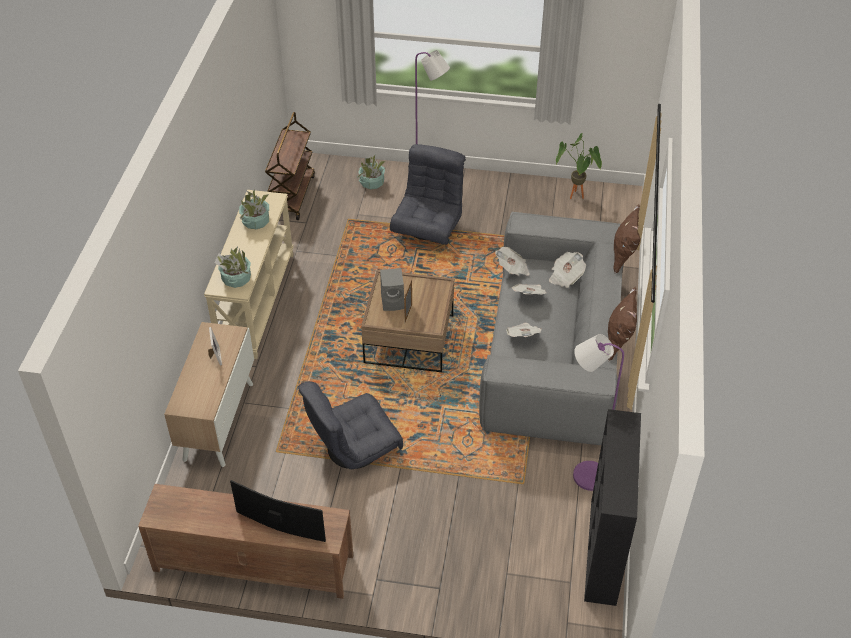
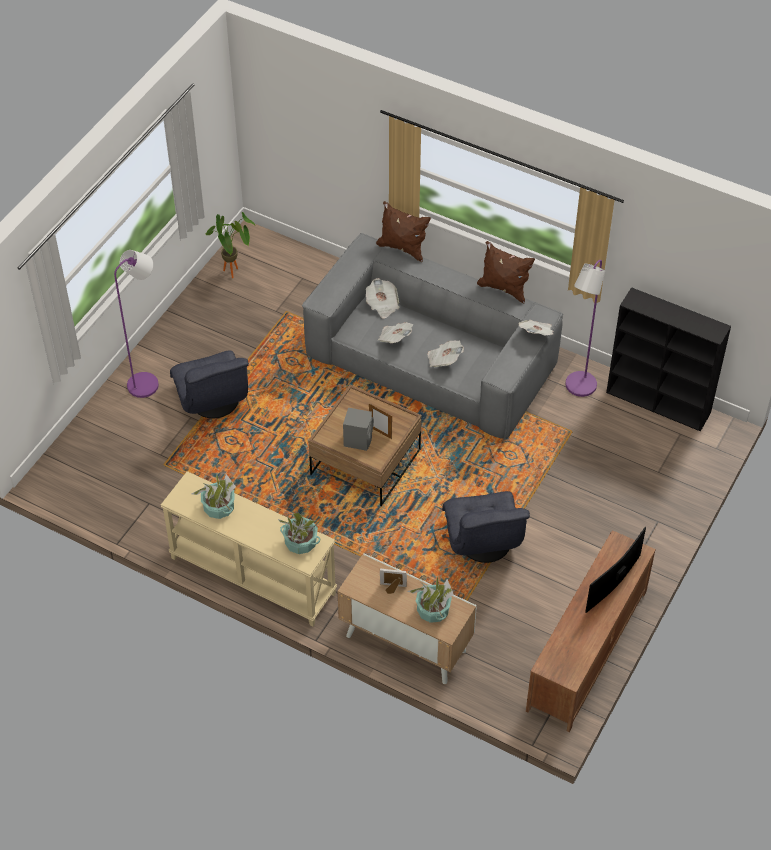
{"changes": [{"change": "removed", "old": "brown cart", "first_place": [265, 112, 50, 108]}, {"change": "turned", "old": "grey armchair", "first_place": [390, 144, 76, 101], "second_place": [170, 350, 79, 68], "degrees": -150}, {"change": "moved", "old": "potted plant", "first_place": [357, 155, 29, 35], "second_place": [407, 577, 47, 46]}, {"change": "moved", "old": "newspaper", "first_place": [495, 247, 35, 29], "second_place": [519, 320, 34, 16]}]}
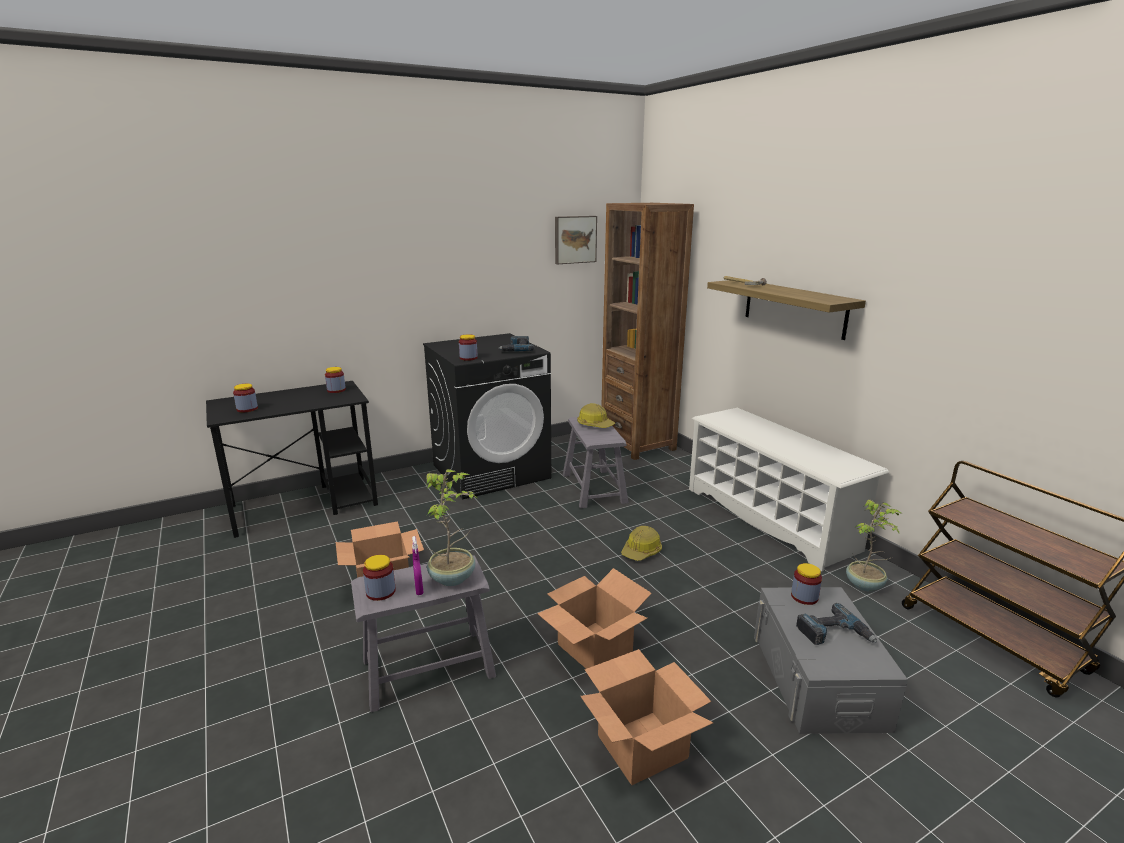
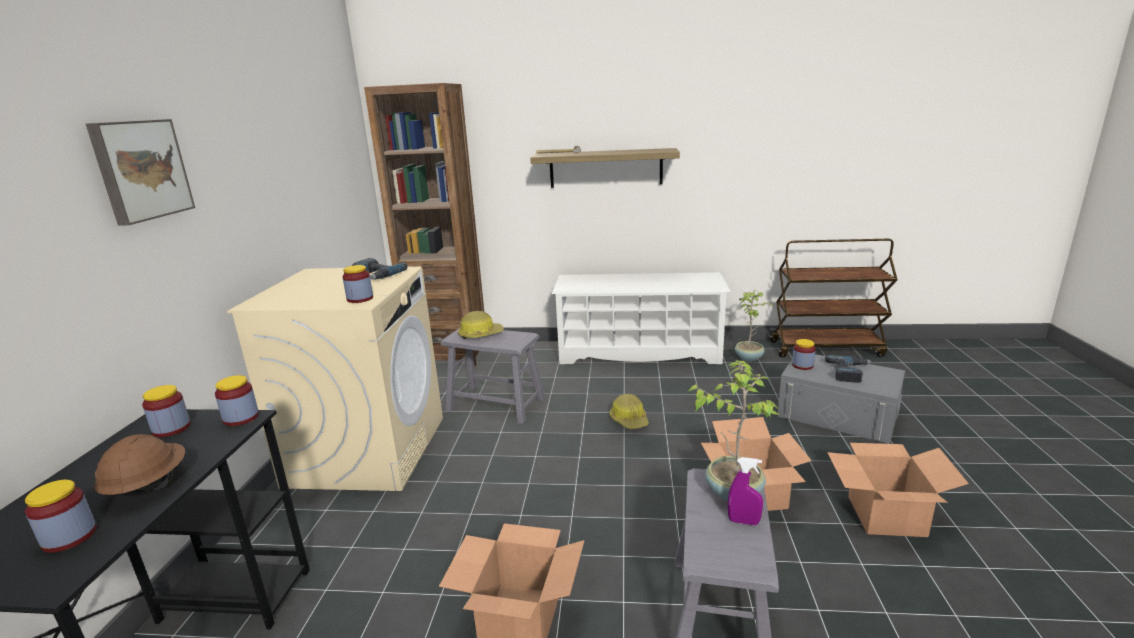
{"changes": [{"change": "moved", "old": "picture", "first_place": [555, 216, 42, 48], "second_place": [86, 119, 109, 107]}, {"change": "recoloured", "old": "black washing machine", "new": "beige washing machine", "first_place": [423, 333, 128, 166], "second_place": [227, 267, 216, 224]}, {"change": "moved", "old": "jar", "first_place": [363, 555, 33, 46], "second_place": [215, 375, 44, 51]}, {"change": "added", "new": "brown hard hat", "second_place": [94, 434, 91, 61]}]}
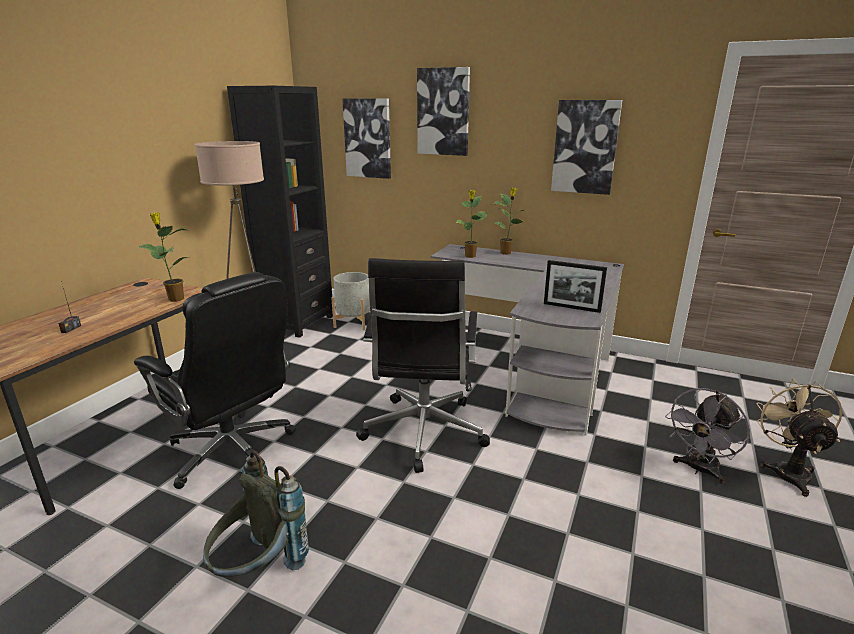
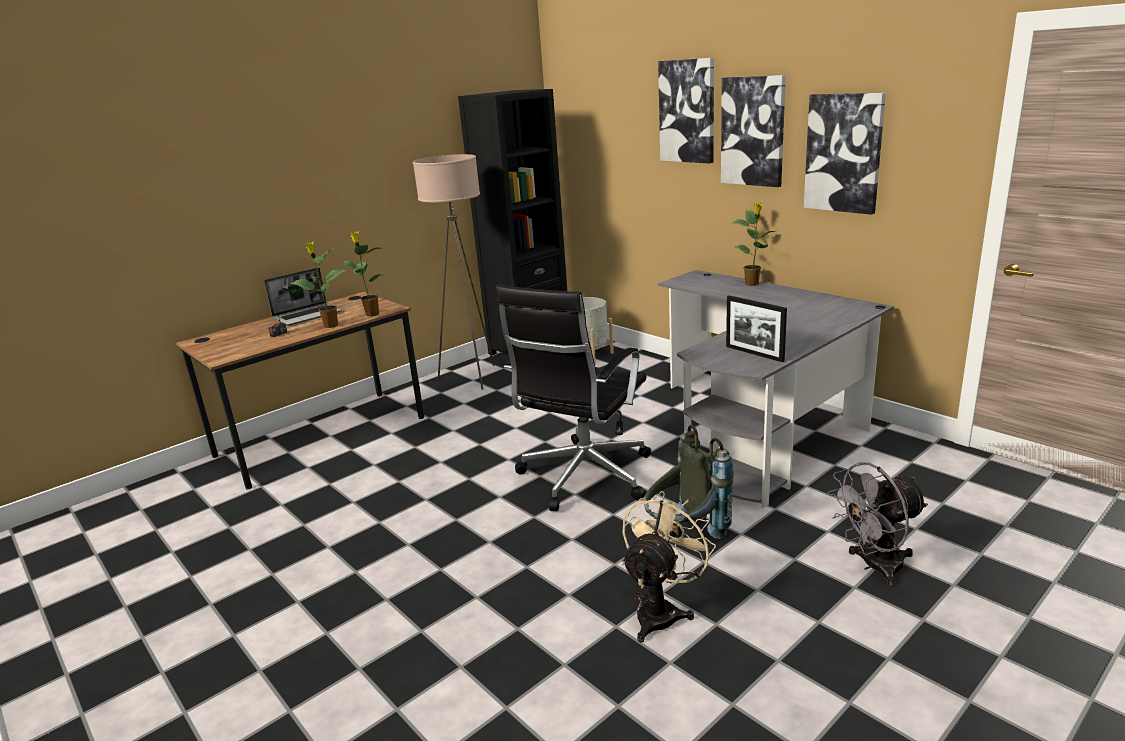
{"changes": [{"change": "moved", "old": "picture", "first_place": [342, 98, 49, 81], "second_place": [721, 75, 65, 112]}, {"change": "moved", "old": "potted plant", "first_place": [455, 190, 32, 68], "second_place": [290, 242, 57, 86]}, {"change": "removed", "old": "black office chair", "first_place": [134, 272, 162, 217]}, {"change": "moved", "old": "beige fan", "first_place": [756, 379, 87, 118], "second_place": [622, 491, 94, 152]}, {"change": "moved", "old": "grey backpack", "first_place": [203, 450, 106, 127], "second_place": [644, 425, 90, 114]}, {"change": "added", "new": "laptop", "second_place": [264, 268, 78, 58]}]}
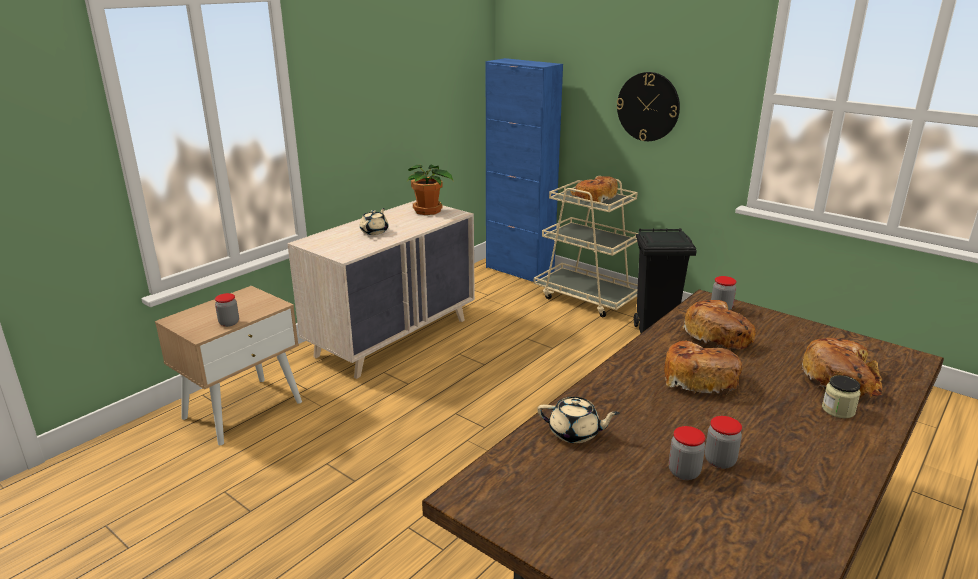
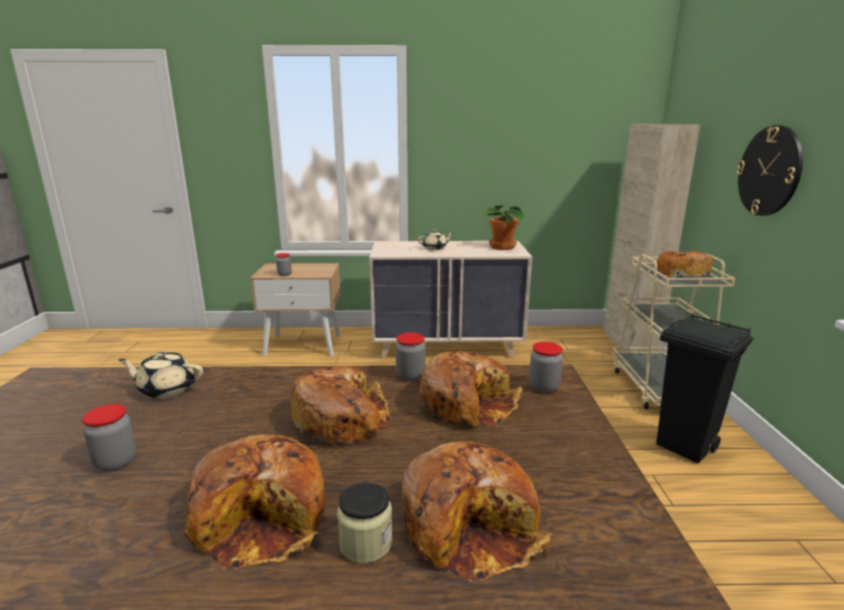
{"changes": [{"change": "recoloured", "old": "blue cabinet", "new": "beige cabinet", "first_place": [486, 58, 77, 224], "second_place": [603, 124, 98, 228]}, {"change": "turned", "old": "beige teapot", "first_place": [537, 397, 83, 46], "second_place": [118, 351, 85, 48], "degrees": 120}, {"change": "moved", "old": "jar", "first_place": [705, 416, 37, 53], "second_place": [396, 332, 29, 49]}, {"change": "added", "new": "bread", "second_place": [184, 434, 141, 135]}]}
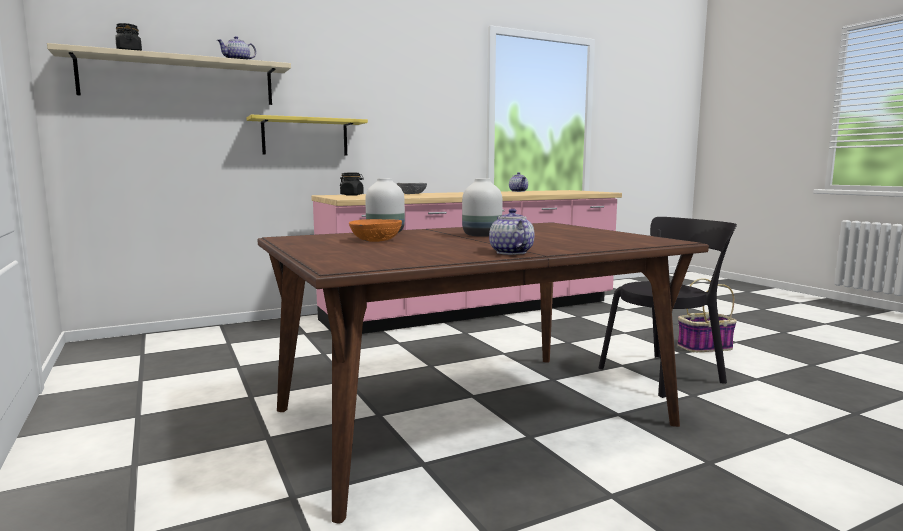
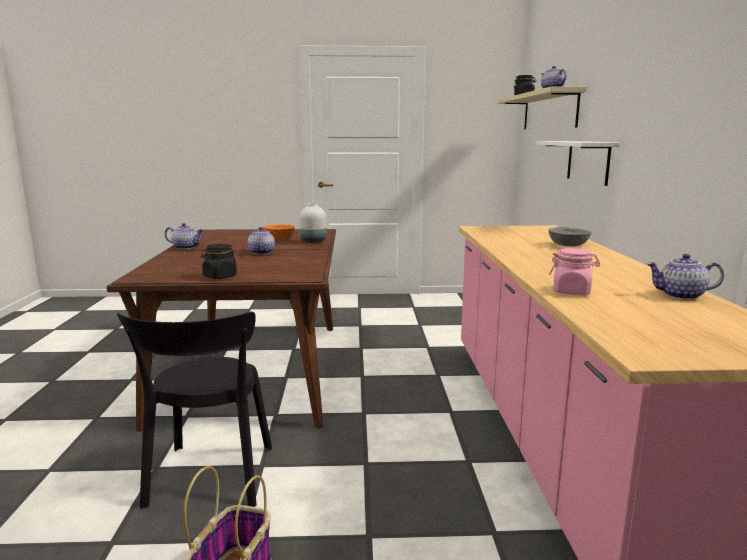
{"changes": [{"change": "recoloured", "old": "yellow shelf", "new": "white shelf", "first_place": [246, 115, 122, 40], "second_place": [536, 141, 83, 45]}, {"change": "moved", "old": "black jar", "first_place": [340, 173, 24, 23], "second_place": [201, 244, 36, 35]}, {"change": "replaced", "old": "white vase", "new": "teapot", "first_place": [462, 179, 41, 58], "second_place": [248, 227, 27, 28]}, {"change": "added", "new": "pink jar", "second_place": [549, 248, 51, 47]}]}
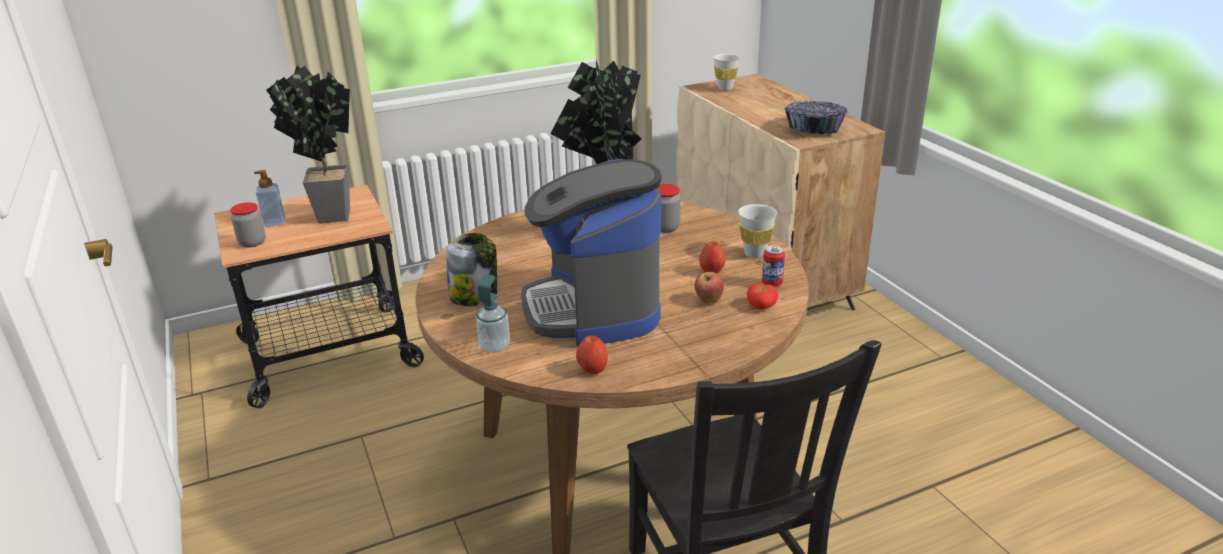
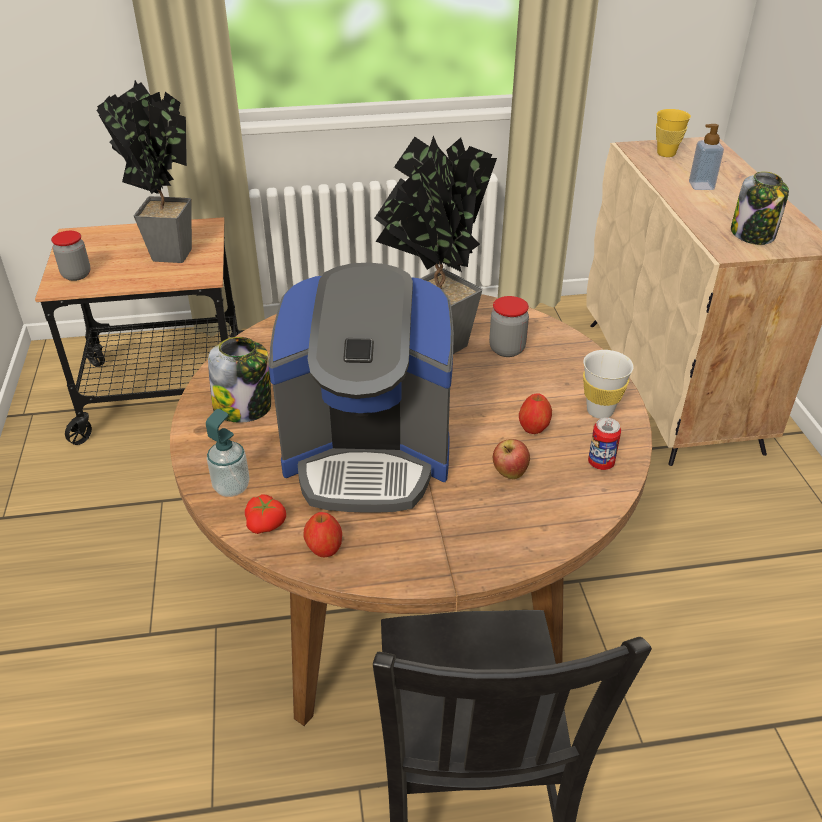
{"changes": [{"change": "recoloured", "old": "white cup", "new": "yellow cup", "first_place": [713, 54, 27, 37], "second_place": [656, 109, 35, 48]}, {"change": "replaced", "old": "bowl", "new": "jar", "first_place": [784, 101, 64, 33], "second_place": [731, 171, 58, 74]}, {"change": "turned", "old": "coffee machine", "first_place": [521, 159, 140, 188], "second_place": [269, 262, 185, 251], "degrees": -90}, {"change": "moved", "old": "soap dispenser", "first_place": [254, 170, 31, 57], "second_place": [689, 124, 35, 66]}, {"change": "moved", "old": "tomato", "first_place": [747, 283, 31, 27], "second_place": [245, 494, 41, 40]}]}
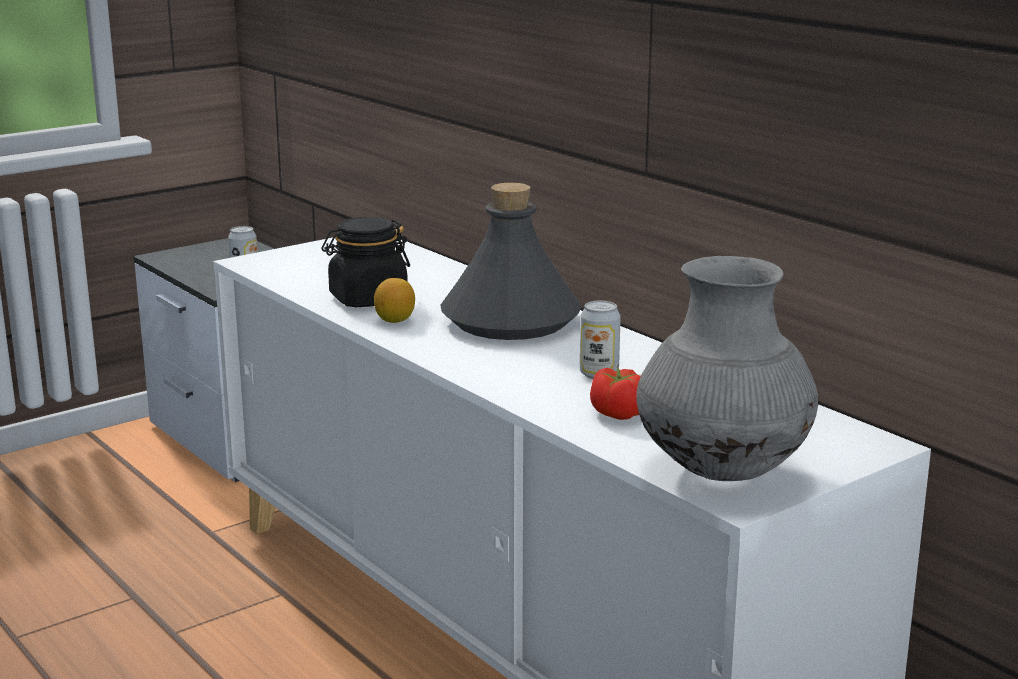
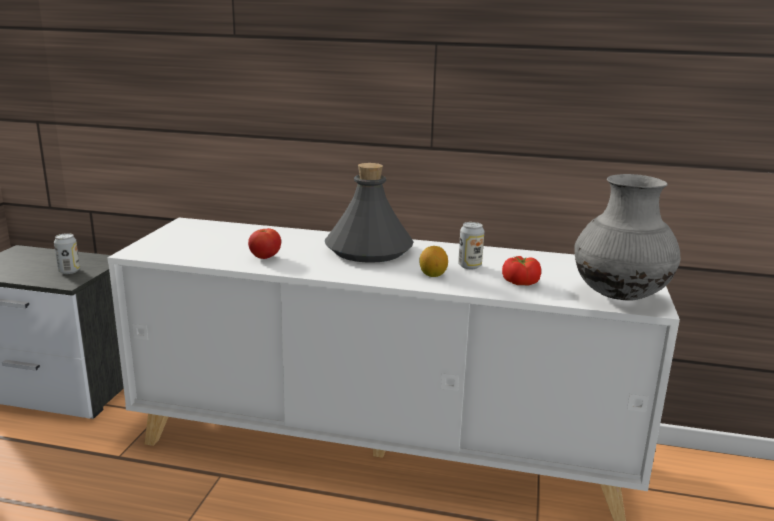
{"changes": [{"change": "replaced", "old": "black jar", "new": "tomato", "first_place": [321, 217, 89, 90], "second_place": [248, 228, 33, 31]}, {"change": "moved", "old": "lemon", "first_place": [374, 278, 41, 45], "second_place": [419, 246, 29, 31]}]}
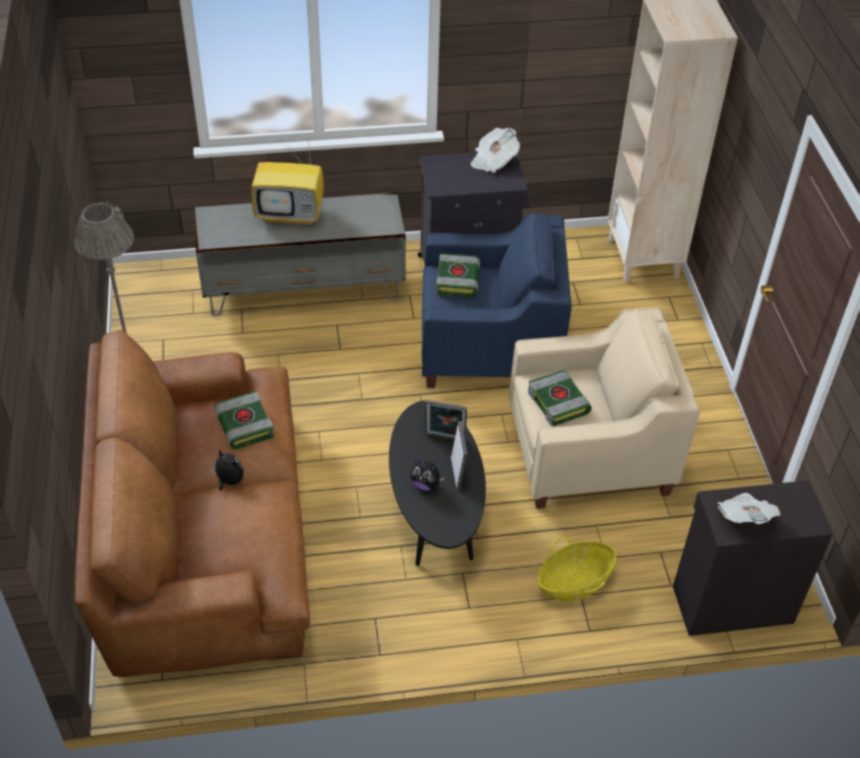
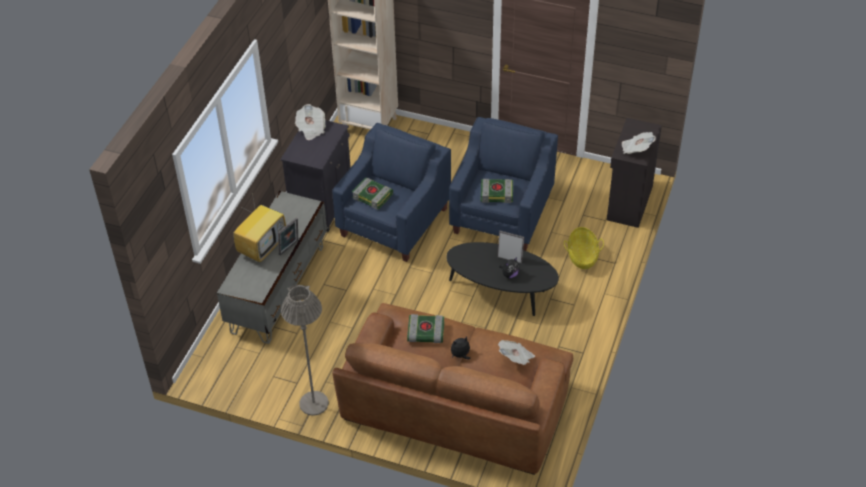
{"changes": [{"change": "recoloured", "old": "beige armchair", "new": "blue armchair", "first_place": [508, 308, 192, 201], "second_place": [449, 117, 109, 134]}, {"change": "moved", "old": "picture frame", "first_place": [425, 400, 42, 41], "second_place": [278, 218, 20, 38]}, {"change": "added", "new": "newspaper", "second_place": [498, 340, 37, 25]}]}
